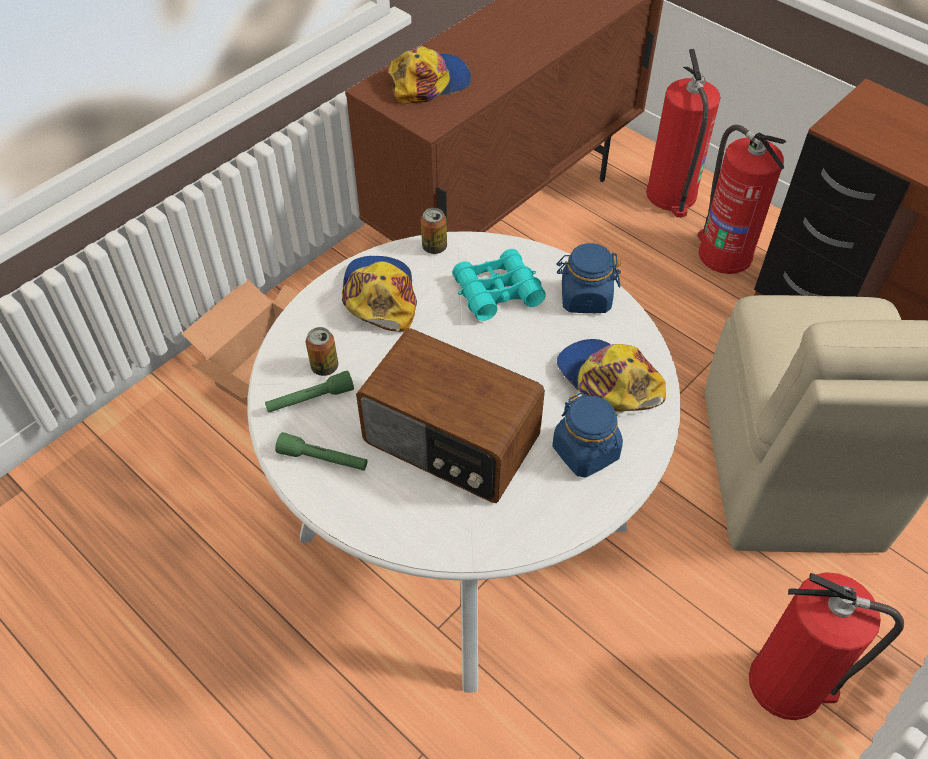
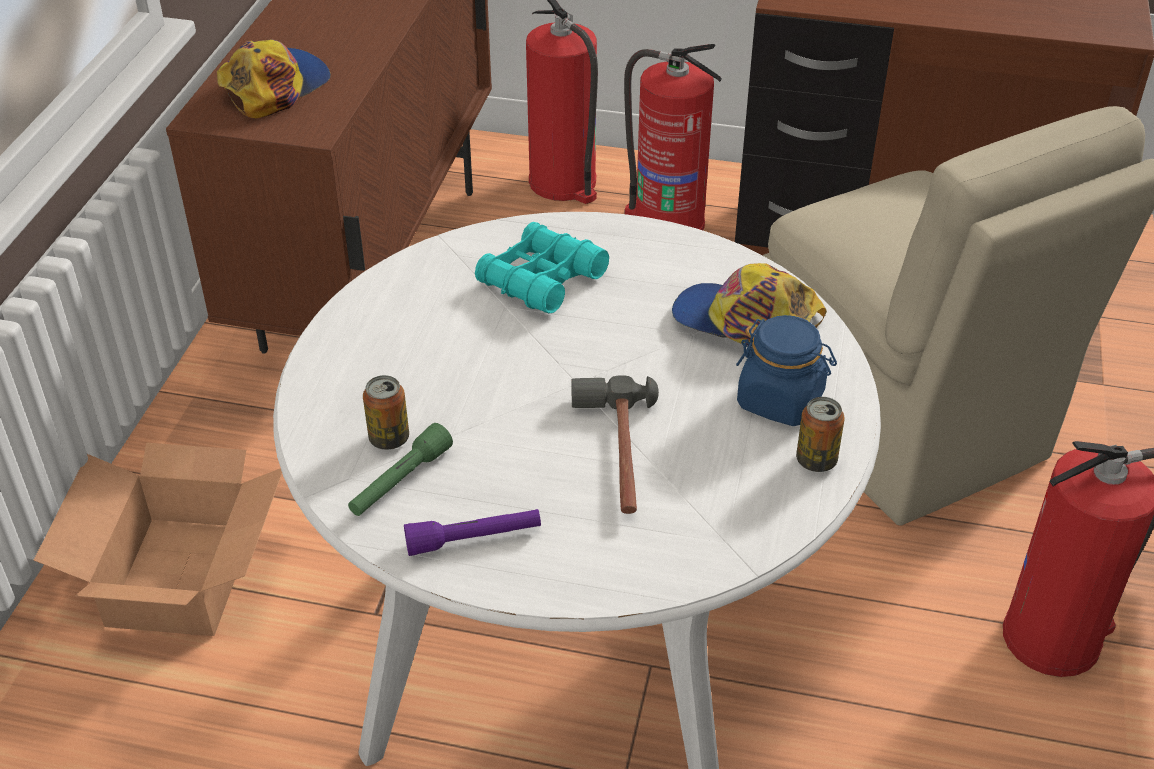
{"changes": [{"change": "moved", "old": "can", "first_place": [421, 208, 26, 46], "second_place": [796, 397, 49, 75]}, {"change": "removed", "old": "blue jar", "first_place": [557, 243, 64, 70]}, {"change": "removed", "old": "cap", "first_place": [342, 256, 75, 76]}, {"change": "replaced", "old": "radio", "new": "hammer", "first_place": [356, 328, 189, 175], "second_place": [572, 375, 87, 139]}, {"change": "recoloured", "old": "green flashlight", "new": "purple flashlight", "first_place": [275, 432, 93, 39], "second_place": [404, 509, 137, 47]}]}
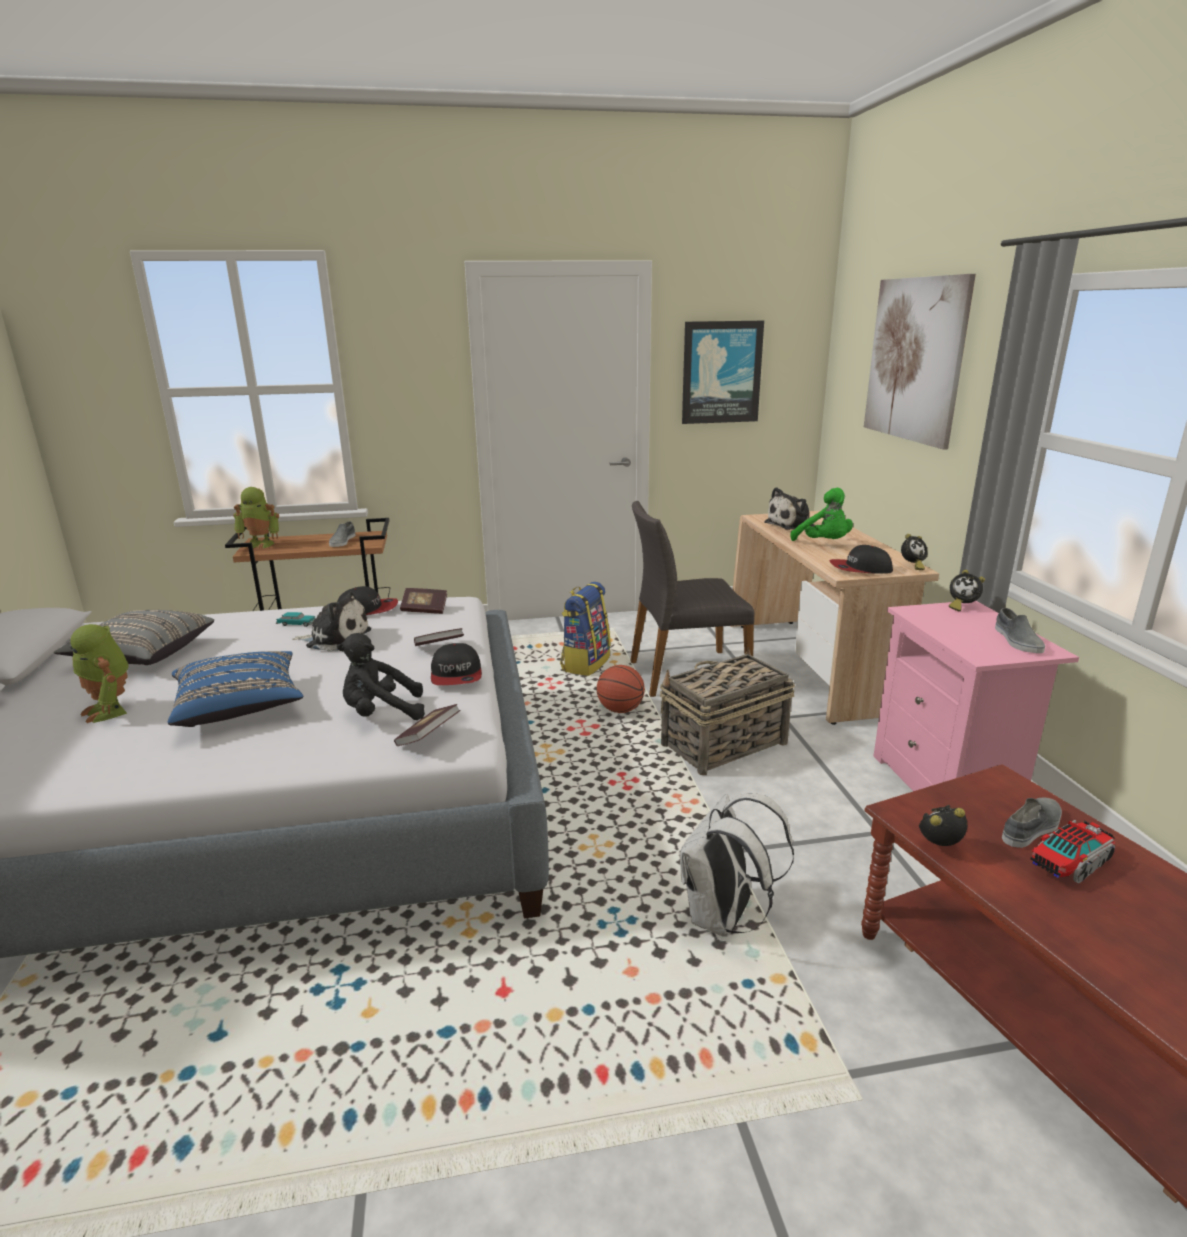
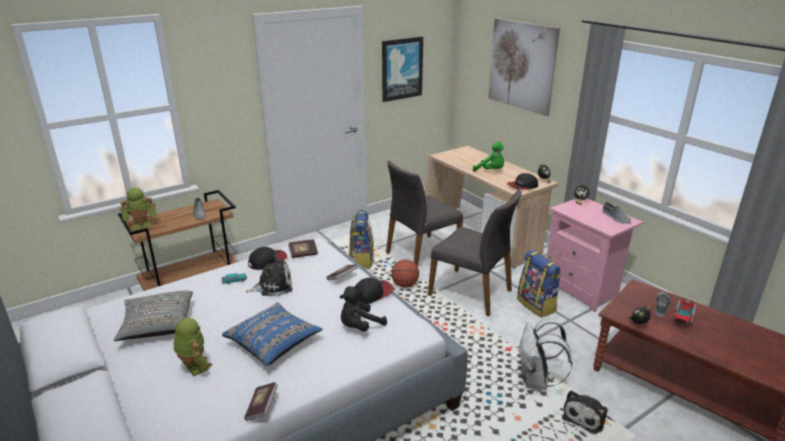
{"changes": [{"change": "moved", "old": "plush toy", "first_place": [764, 487, 51, 43], "second_place": [562, 390, 46, 44]}, {"change": "turned", "old": "toy robot", "first_place": [70, 624, 58, 99], "second_place": [174, 318, 38, 59], "degrees": -150}, {"change": "turned", "old": "cap", "first_place": [431, 643, 51, 42], "second_place": [354, 278, 40, 26], "degrees": -90}, {"change": "replaced", "old": "basket", "new": "grey chair", "first_place": [660, 647, 135, 128], "second_place": [428, 189, 94, 127]}, {"change": "moved", "old": "book", "first_place": [394, 704, 66, 42], "second_place": [244, 382, 34, 39]}, {"change": "added", "new": "backpack", "second_place": [517, 250, 44, 67]}]}
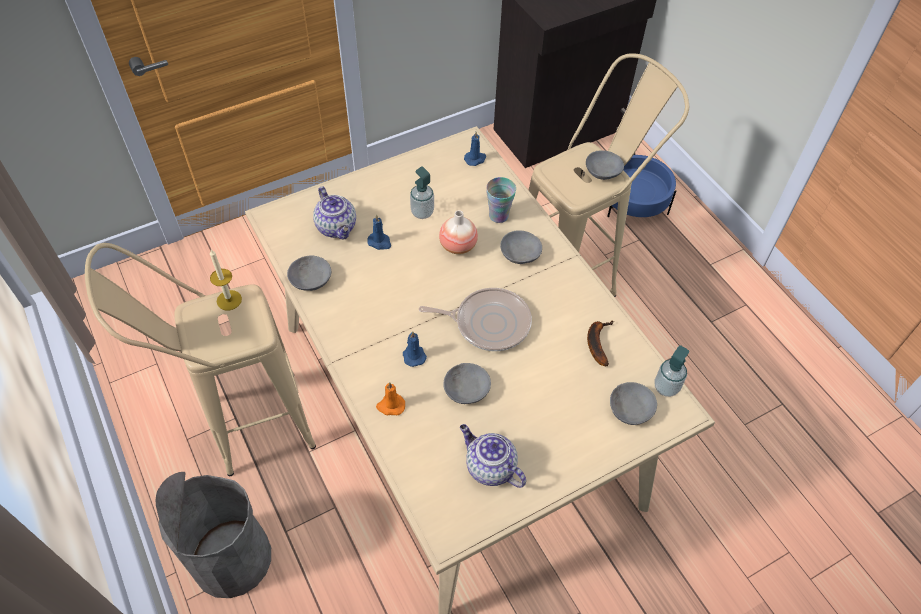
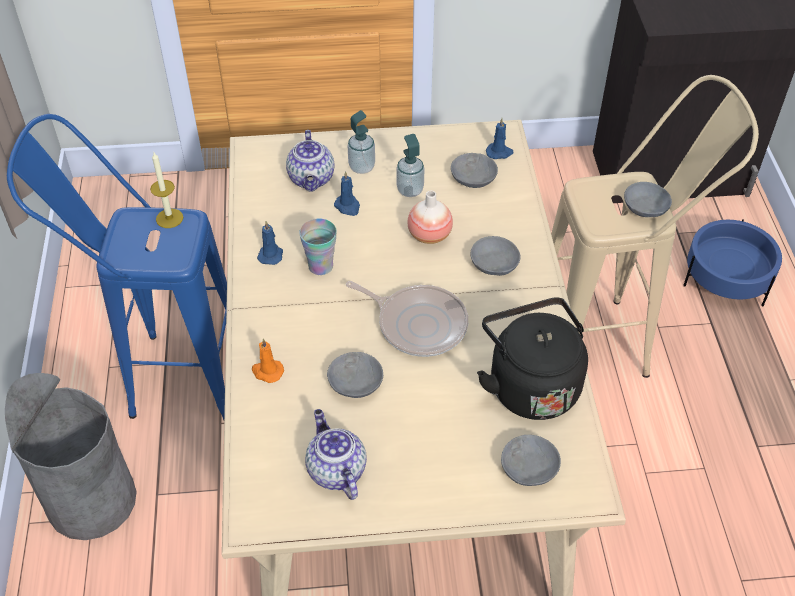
{"changes": [{"change": "moved", "old": "cup", "first_place": [486, 177, 30, 46], "second_place": [299, 218, 38, 57]}, {"change": "recoloured", "old": "beige stool", "new": "blue stool", "first_place": [85, 243, 231, 233], "second_place": [7, 114, 220, 306]}, {"change": "moved", "old": "grey bowl", "first_place": [287, 255, 44, 36], "second_place": [451, 153, 47, 35]}, {"change": "replaced", "old": "banana", "new": "black kettle", "first_place": [587, 321, 26, 45], "second_place": [477, 297, 111, 123]}, {"change": "moved", "old": "blue candle", "first_place": [403, 332, 24, 35], "second_place": [257, 221, 26, 44]}, {"change": "moved", "old": "soap dispenser", "first_place": [654, 345, 35, 52], "second_place": [348, 110, 27, 64]}]}
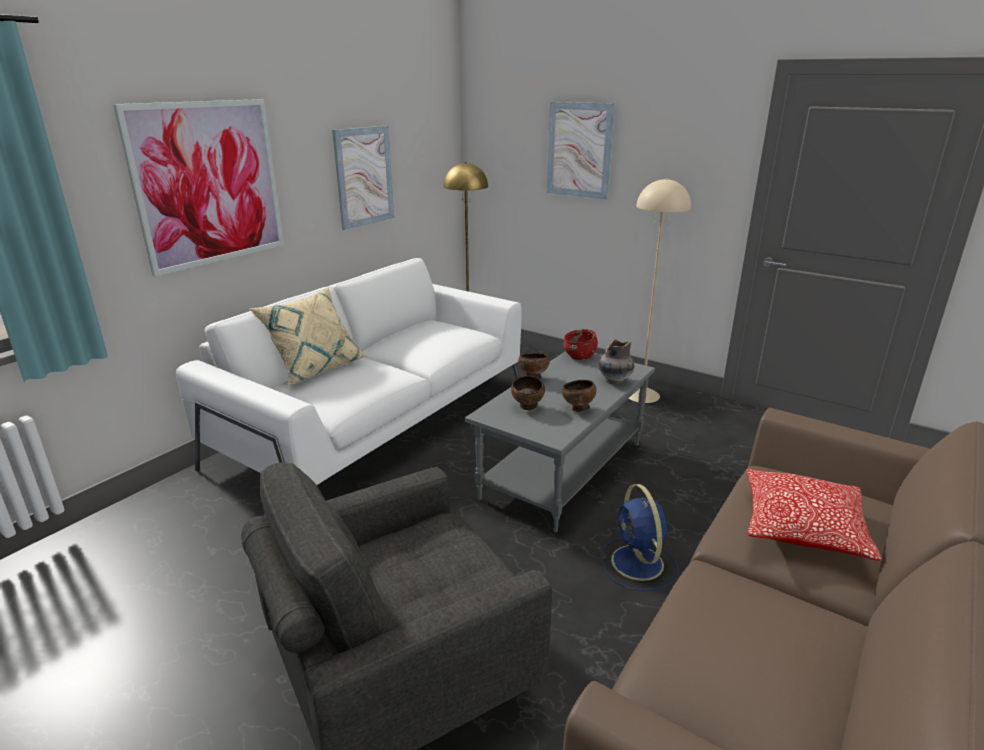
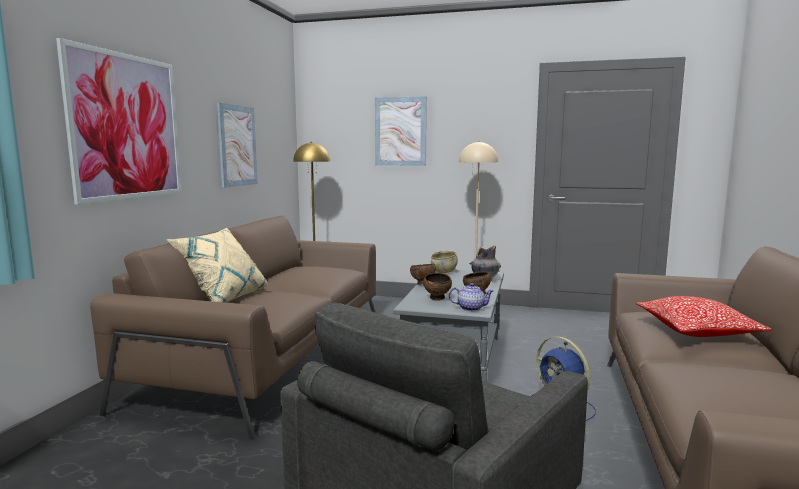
{"changes": [{"change": "recoloured", "old": "white sofa", "new": "brown sofa", "first_place": [176, 258, 346, 227], "second_place": [90, 215, 286, 224]}, {"change": "recoloured", "old": "red bowl", "new": "beige bowl", "first_place": [564, 329, 34, 31], "second_place": [431, 250, 27, 23]}, {"change": "added", "new": "teapot", "second_place": [449, 283, 45, 28]}]}
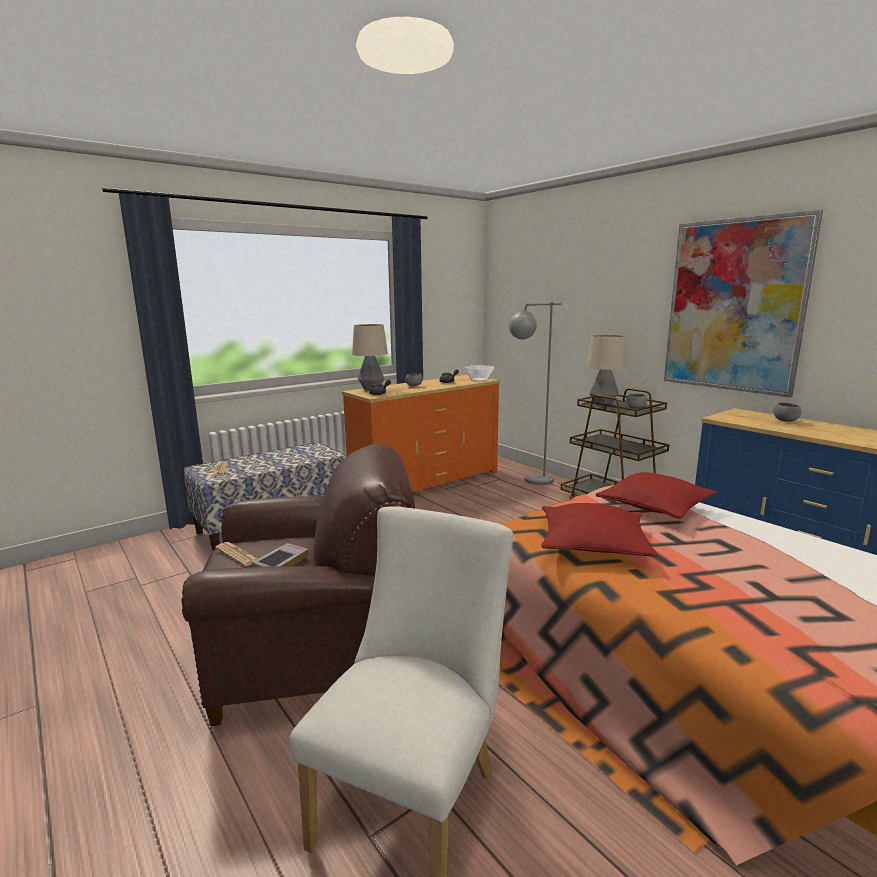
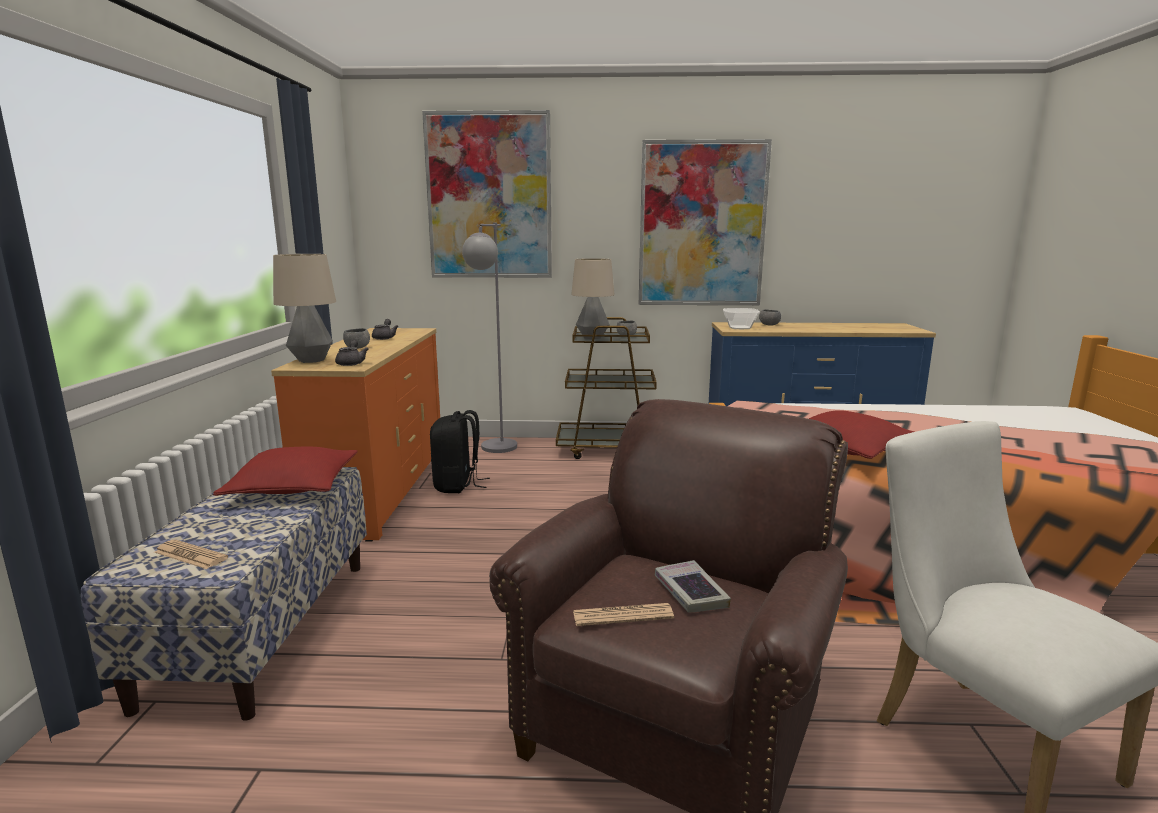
{"changes": [{"change": "moved", "old": "bowl", "first_place": [465, 365, 30, 16], "second_place": [723, 308, 37, 21]}, {"change": "moved", "old": "red pillow", "first_place": [595, 472, 122, 47], "second_place": [213, 447, 144, 49]}, {"change": "added", "new": "picture", "second_place": [422, 110, 130, 168]}, {"change": "added", "new": "black backpack", "second_place": [430, 410, 60, 83]}]}
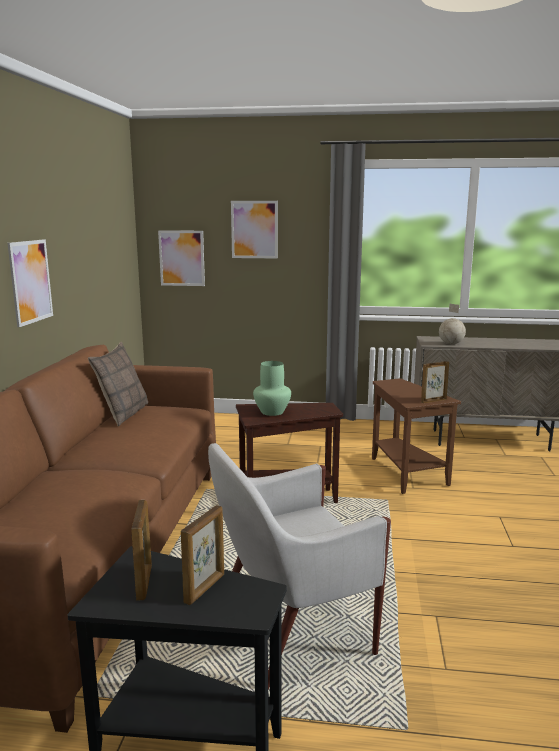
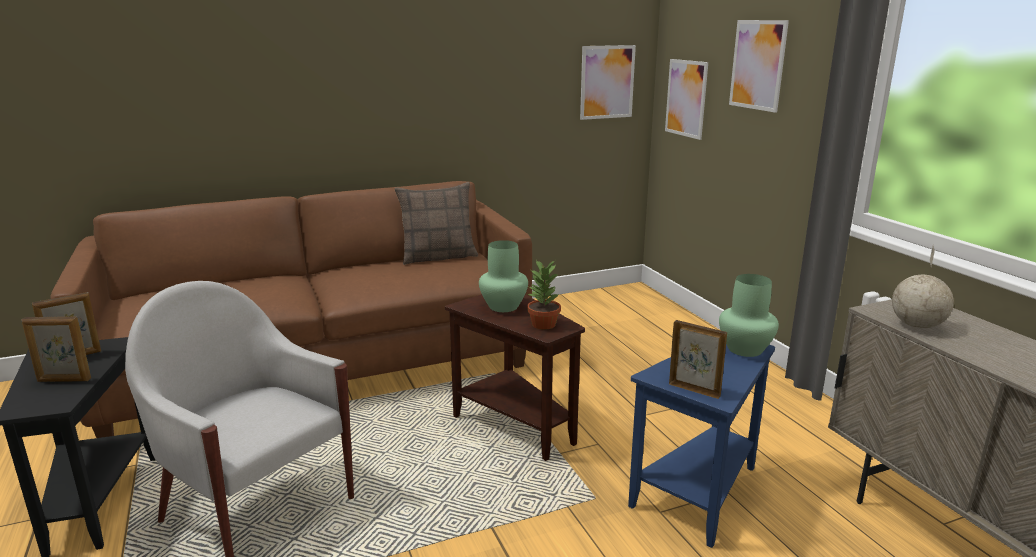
{"changes": [{"change": "moved", "old": "picture", "first_place": [7, 239, 46, 88], "second_place": [580, 45, 56, 75]}, {"change": "recoloured", "old": "brown side table", "new": "blue side table", "first_place": [372, 378, 89, 116], "second_place": [628, 345, 147, 203]}, {"change": "added", "new": "potted plant", "second_place": [527, 260, 34, 70]}, {"change": "added", "new": "green vase", "second_place": [719, 274, 60, 83]}]}
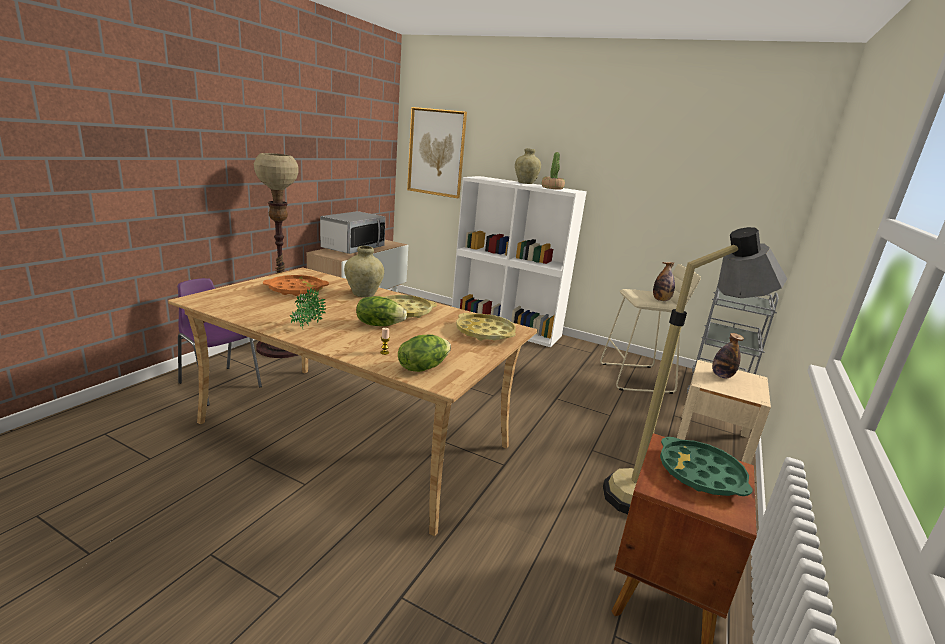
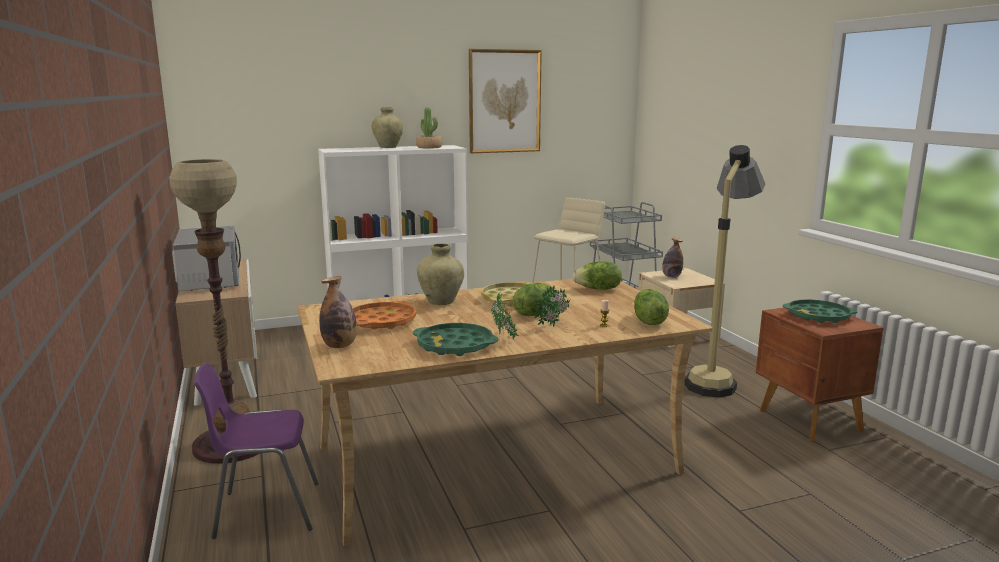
{"changes": [{"change": "moved", "old": "picture", "first_place": [407, 107, 60, 91], "second_place": [469, 49, 73, 104]}, {"change": "moved", "old": "bottle", "first_place": [653, 262, 22, 39], "second_place": [319, 276, 38, 72]}, {"change": "replaced", "old": "yellow tray", "new": "lettuce", "first_place": [456, 313, 60, 28], "second_place": [572, 261, 50, 29]}, {"change": "added", "new": "potted plant", "second_place": [534, 286, 36, 40]}, {"change": "added", "new": "green tray", "second_place": [413, 323, 85, 33]}]}
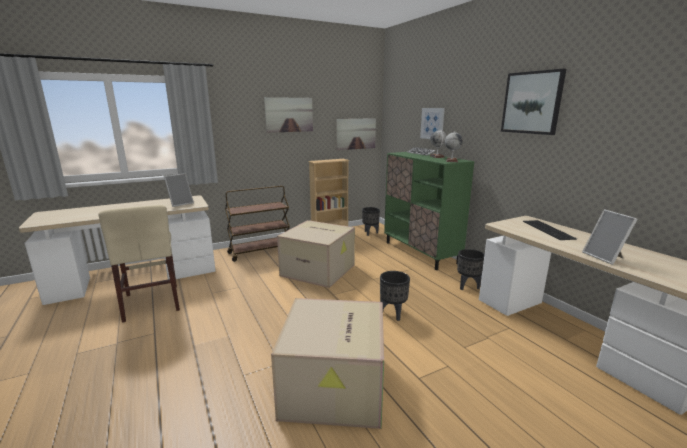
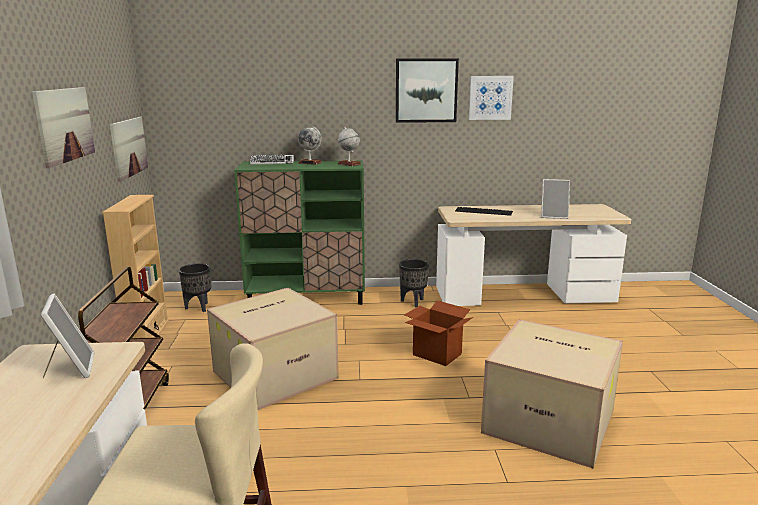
{"changes": [{"change": "moved", "old": "picture", "first_place": [420, 108, 25, 31], "second_place": [469, 76, 45, 44]}, {"change": "replaced", "old": "black planter", "new": "cardboard box", "first_place": [380, 271, 30, 50], "second_place": [404, 301, 69, 65]}]}
